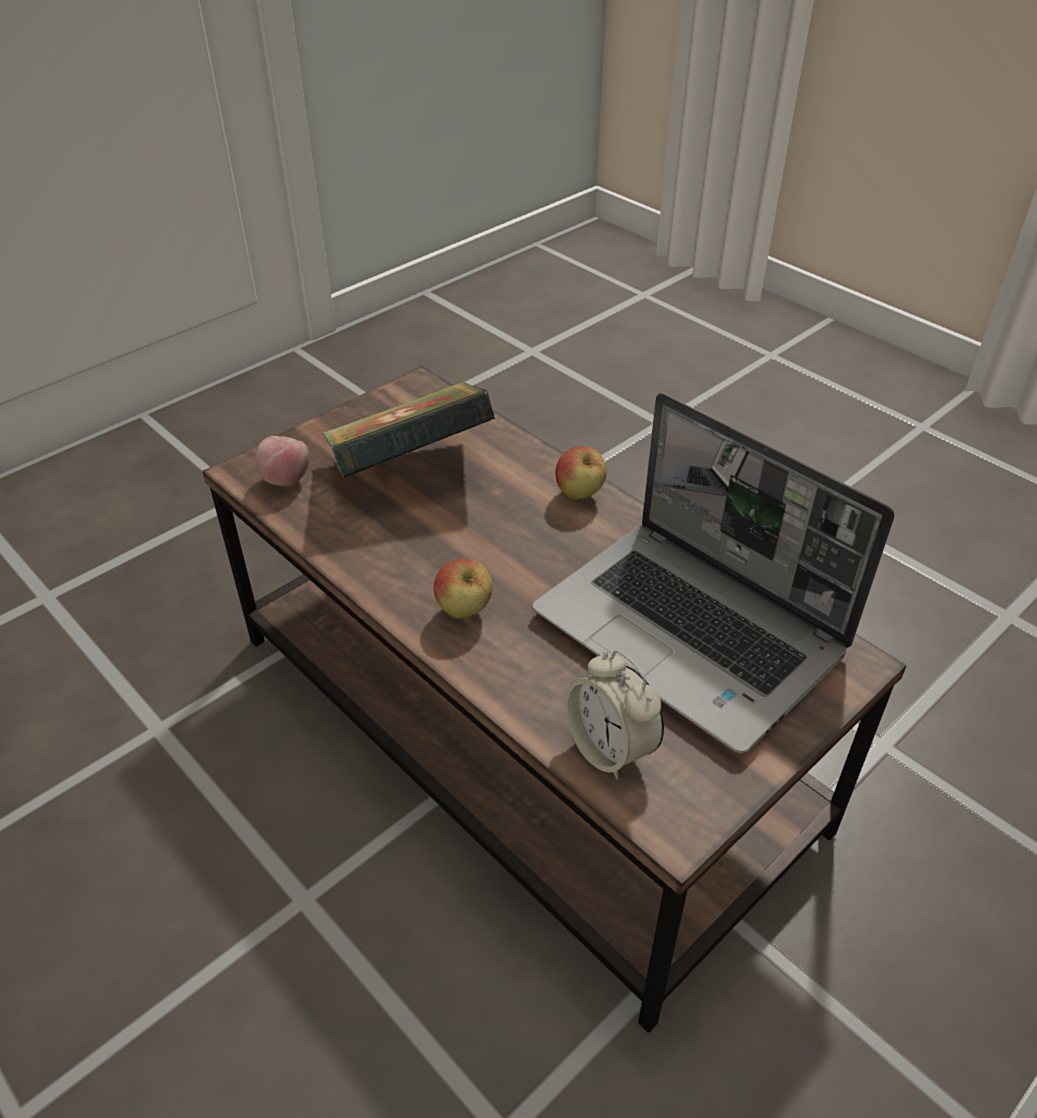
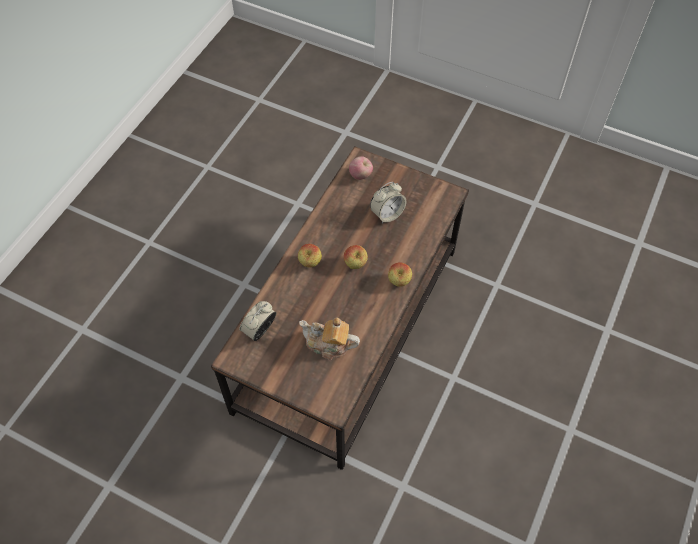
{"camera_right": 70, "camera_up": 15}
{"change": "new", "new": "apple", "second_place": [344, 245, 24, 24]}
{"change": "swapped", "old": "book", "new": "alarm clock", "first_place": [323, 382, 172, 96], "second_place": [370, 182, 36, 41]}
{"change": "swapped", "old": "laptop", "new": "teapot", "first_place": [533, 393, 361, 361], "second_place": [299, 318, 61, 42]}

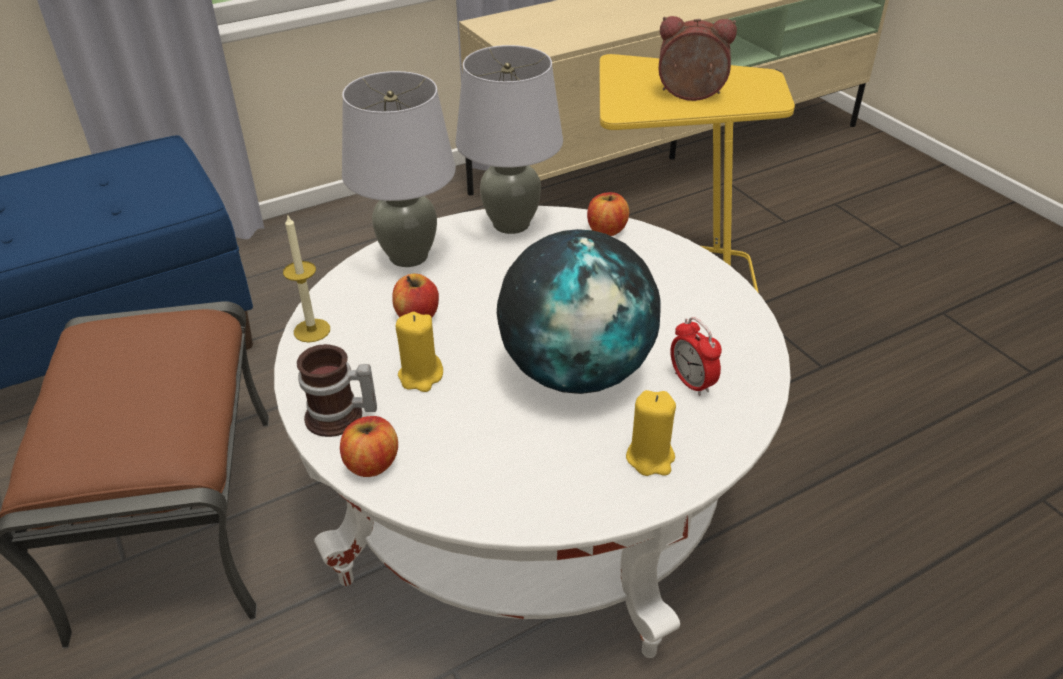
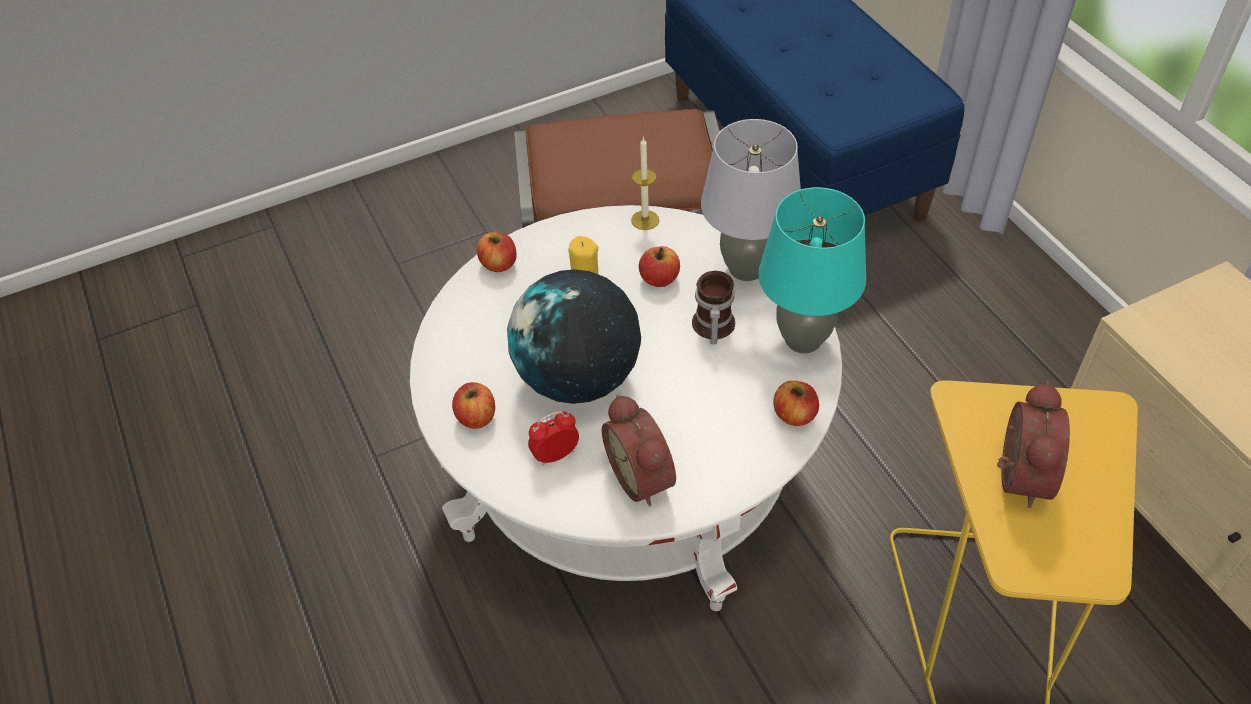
{"camera_right": 95, "camera_up": 10}
{"change": "new", "new": "alarm clock", "second_place": [602, 394, 74, 112]}
{"change": "shifted", "old": "mug", "first_place": [297, 344, 80, 93], "second_place": [692, 271, 43, 73]}
{"change": "swapped", "old": "candle/yellow", "new": "apple", "first_place": [626, 390, 50, 86], "second_place": [452, 382, 43, 47]}
{"change": "repainted", "old": "table lamp/grey", "new": "table lamp/turquoise", "first_place": [455, 45, 108, 189], "second_place": [758, 187, 108, 166]}

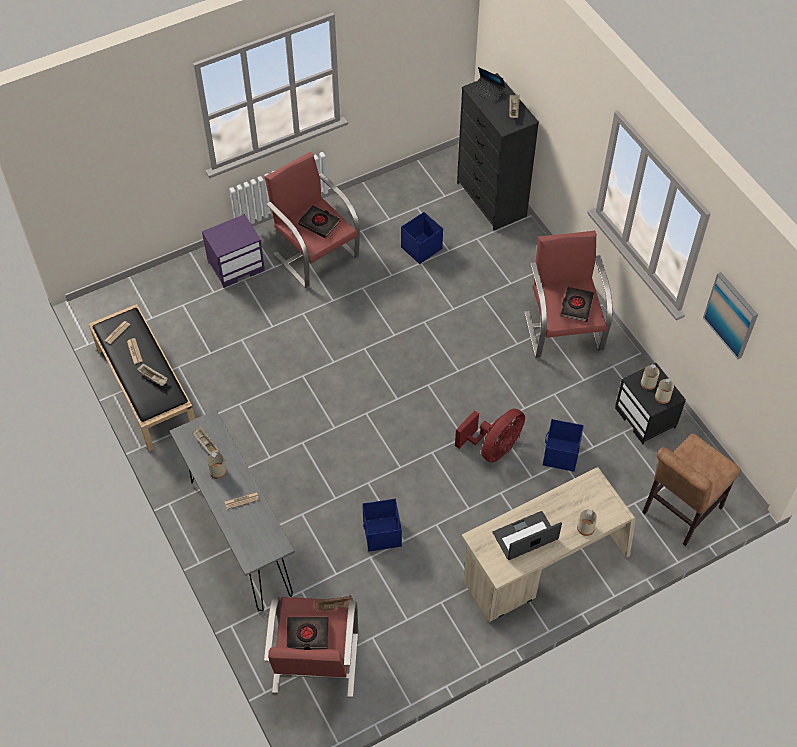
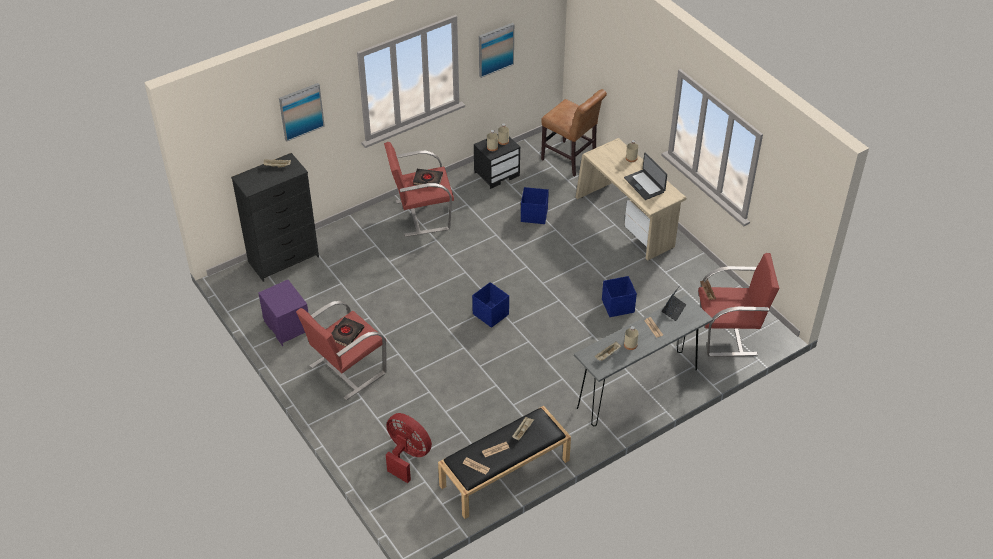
{"camera_right": -95, "camera_up": -10}
{"change": "gone", "old": "book/black", "first_place": [287, 617, 41, 33]}
{"change": "new", "new": "picture", "second_place": [279, 83, 46, 59]}
{"change": "shifted", "old": "nightstand/purple", "first_place": [202, 214, 63, 74], "second_place": [258, 280, 50, 66]}
{"change": "shifted", "old": "storage box/blue", "first_place": [401, 212, 42, 52], "second_place": [472, 282, 37, 46]}
{"change": "shifted", "old": "fan/red", "first_place": [455, 408, 70, 55], "second_place": [386, 413, 46, 70]}
{"change": "shifted", "old": "laptop", "first_place": [471, 67, 34, 36], "second_place": [662, 287, 24, 34]}

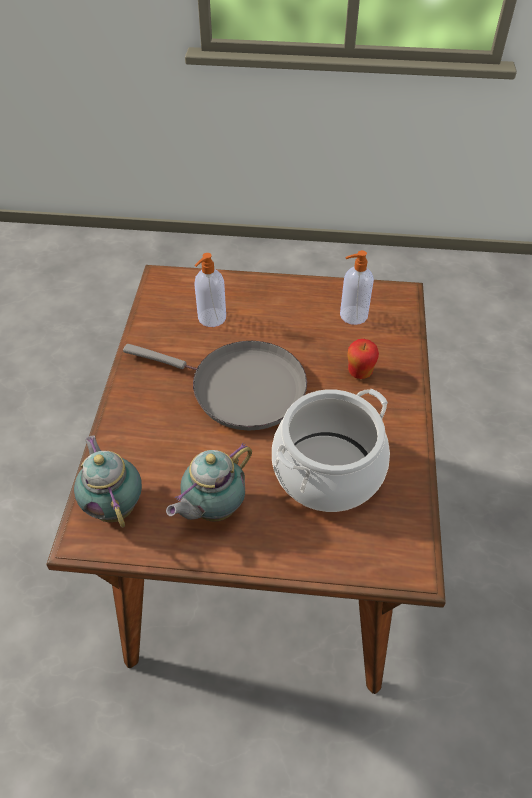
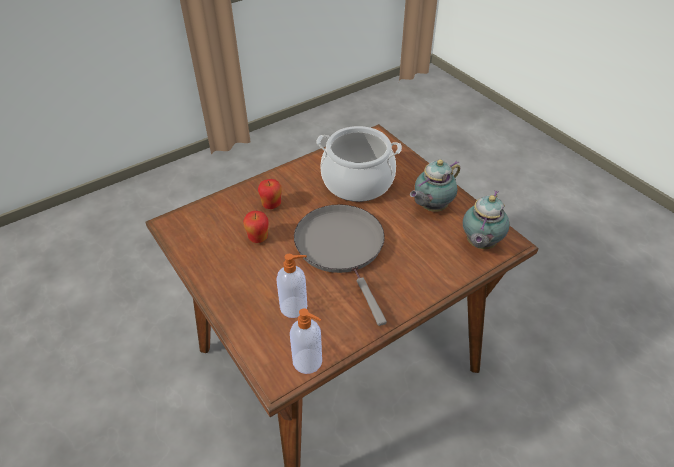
{"camera_right": -130, "camera_up": -5}
{"change": "new", "new": "apple", "second_place": [243, 211, 25, 32]}
{"change": "shifted", "old": "soap dispenser", "first_place": [340, 250, 34, 75], "second_place": [290, 308, 32, 66]}
{"change": "rotated", "old": "teapot", "first_place": [166, 443, 86, 79], "second_place": [410, 160, 50, 52], "degrees": 135}

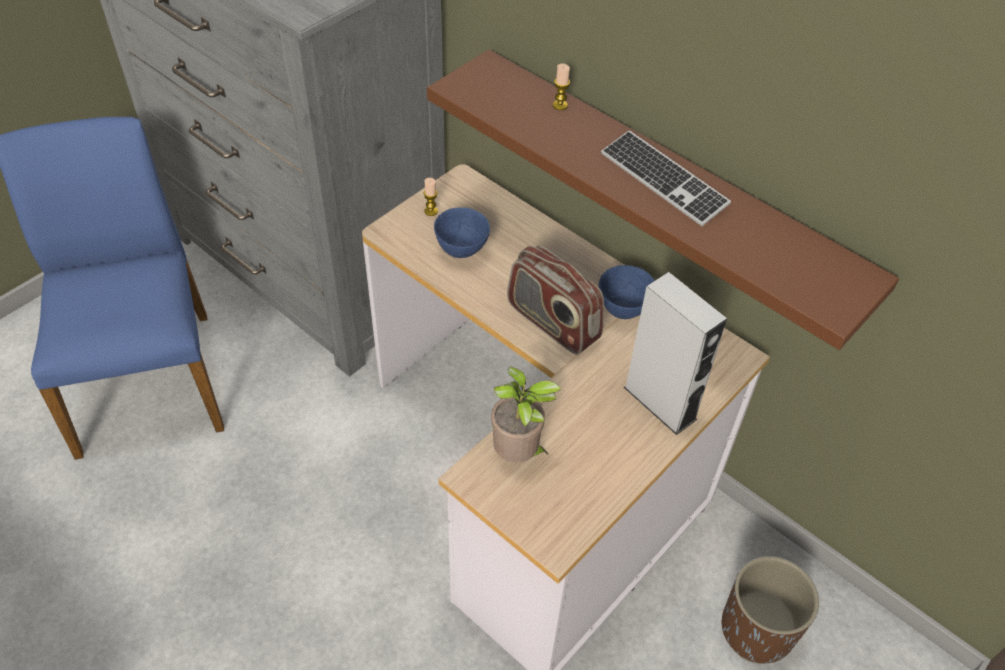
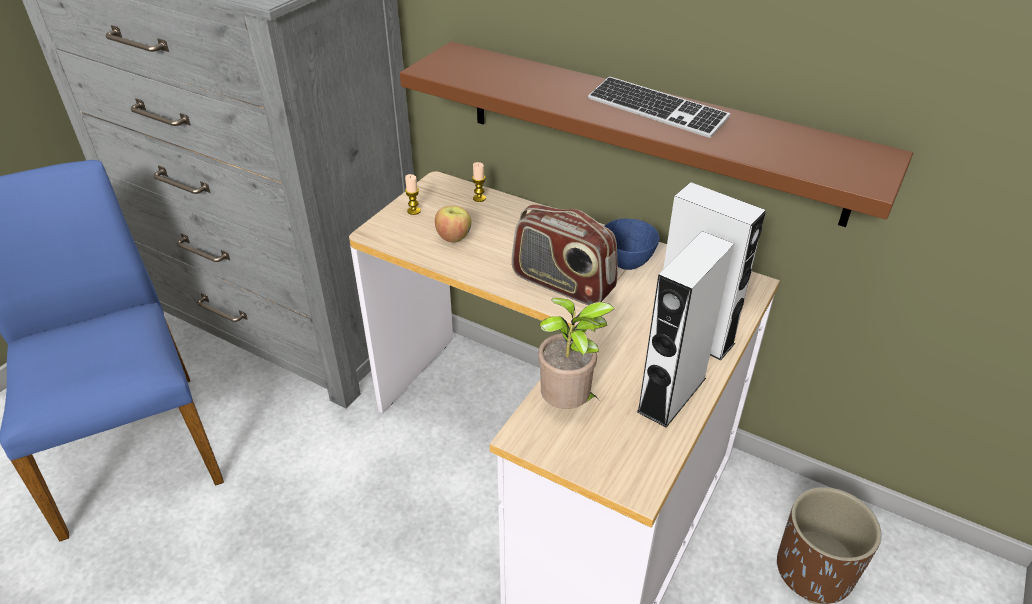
{"camera_right": -10, "camera_up": -10}
{"change": "new", "new": "speaker/grey", "second_place": [637, 231, 97, 197]}
{"change": "shifted", "old": "candle", "first_place": [553, 64, 17, 46], "second_place": [472, 162, 14, 40]}
{"change": "swapped", "old": "bowl/blue", "new": "apple", "first_place": [434, 207, 56, 51], "second_place": [435, 206, 36, 36]}

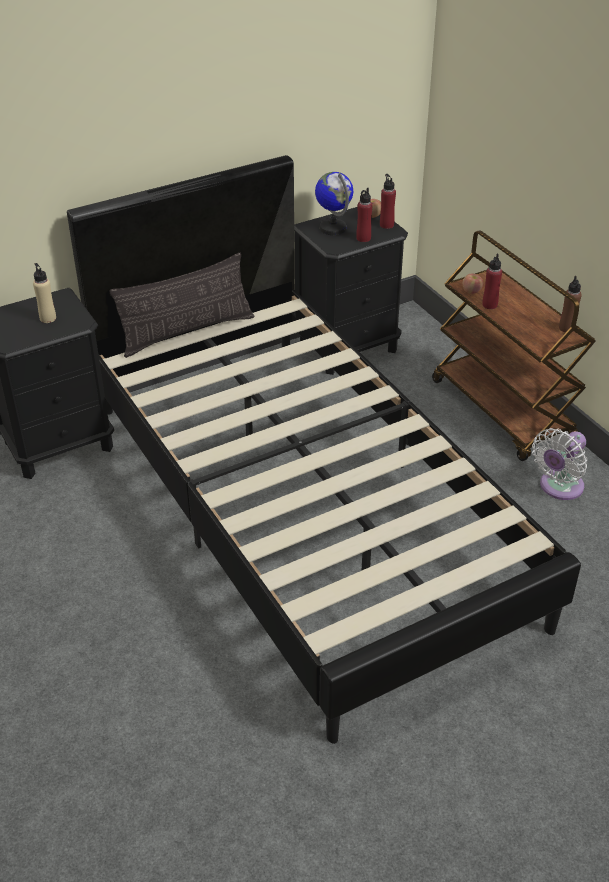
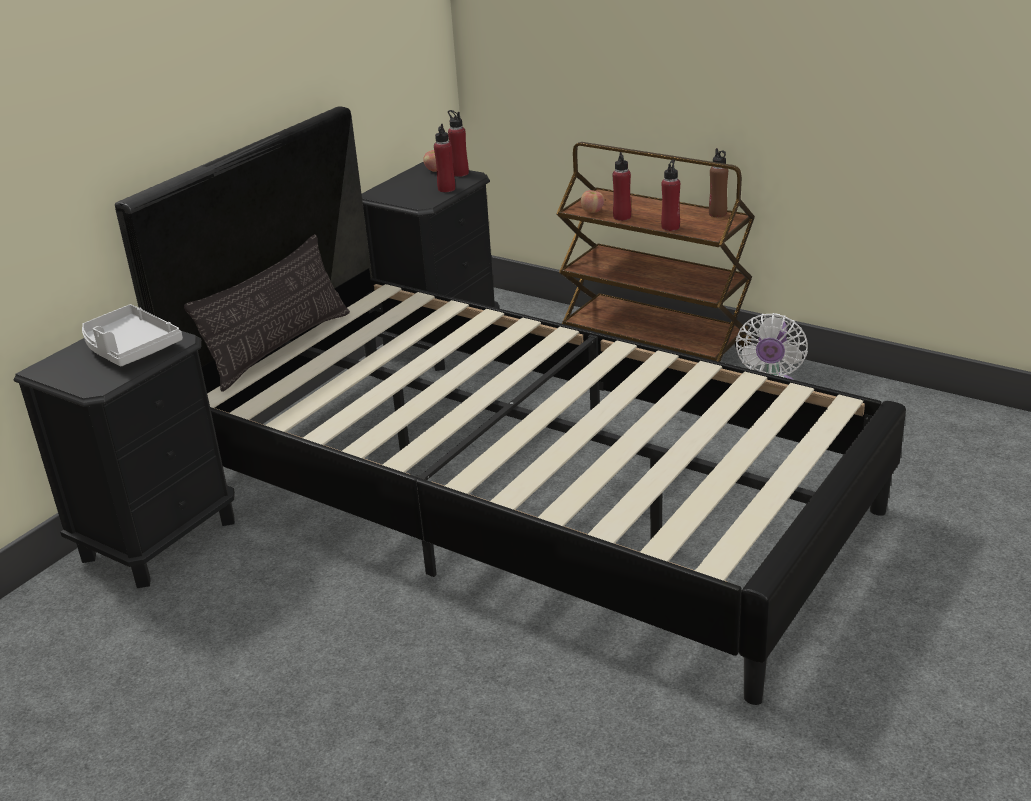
{"camera_right": -25, "camera_up": -10}
{"change": "gone", "old": "globe", "first_place": [315, 172, 38, 63]}
{"change": "new", "new": "bottle/red", "second_place": [661, 159, 19, 72]}
{"change": "swapped", "old": "bottle/beige", "new": "tray/grey", "first_place": [33, 263, 23, 60], "second_place": [82, 304, 101, 62]}

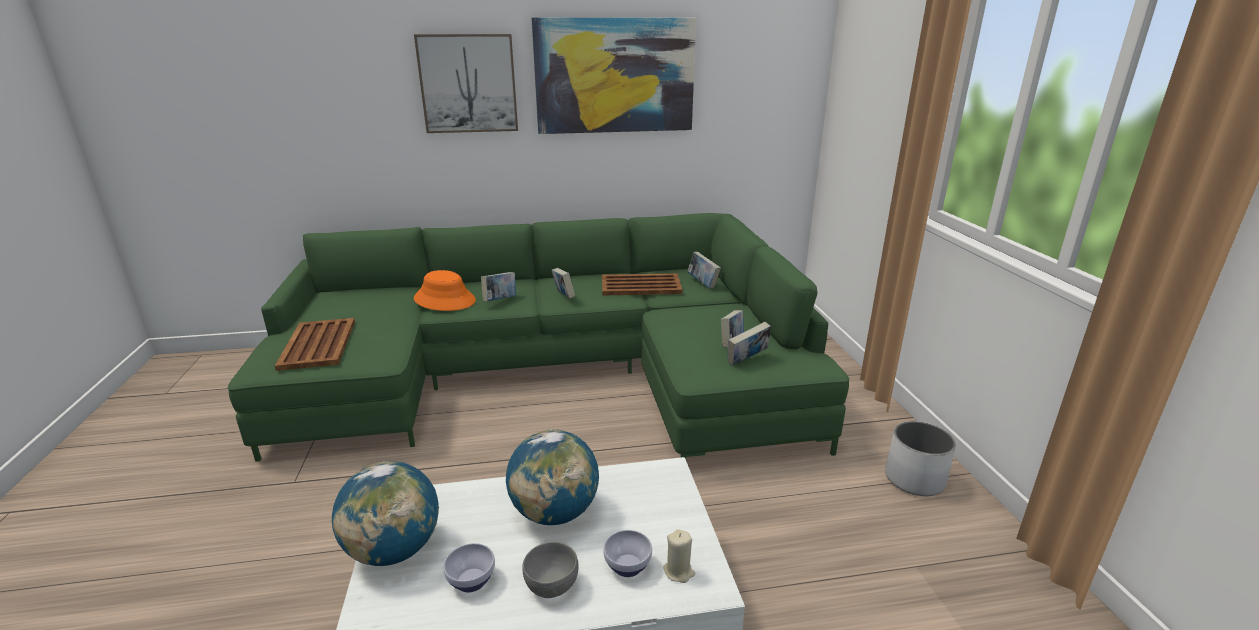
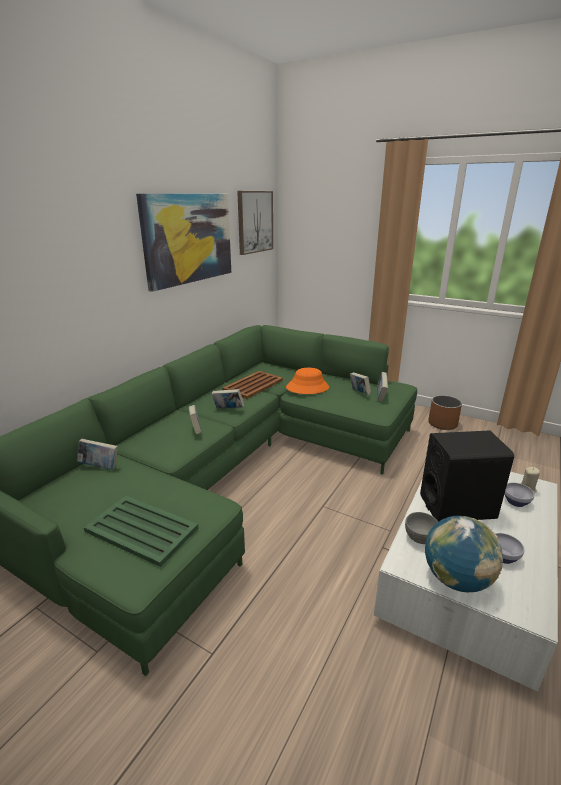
{"camera_right": -50, "camera_up": 0}
{"change": "shifted", "old": "picture", "first_place": [414, 34, 104, 99], "second_place": [237, 191, 36, 64]}
{"change": "shifted", "old": "hat/orange", "first_place": [414, 270, 62, 41], "second_place": [286, 368, 43, 26]}
{"change": "shifted", "old": "bowl/grey", "first_place": [522, 542, 57, 56], "second_place": [405, 512, 33, 32]}
{"change": "shifted", "old": "book", "first_place": [687, 252, 34, 37], "second_place": [77, 439, 41, 31]}
{"change": "swapped", "old": "globe", "new": "speaker/black", "first_place": [506, 429, 93, 96], "second_place": [420, 431, 94, 91]}
{"change": "repainted", "old": "tray/brown", "new": "tray/green", "first_place": [275, 318, 80, 53], "second_place": [84, 496, 114, 71]}
{"change": "repainted", "old": "planter/white", "new": "planter/brown", "first_place": [885, 421, 71, 75], "second_place": [428, 395, 34, 35]}

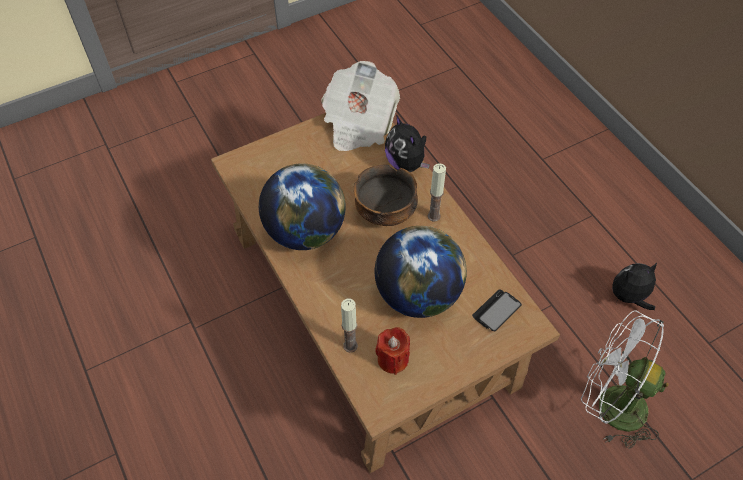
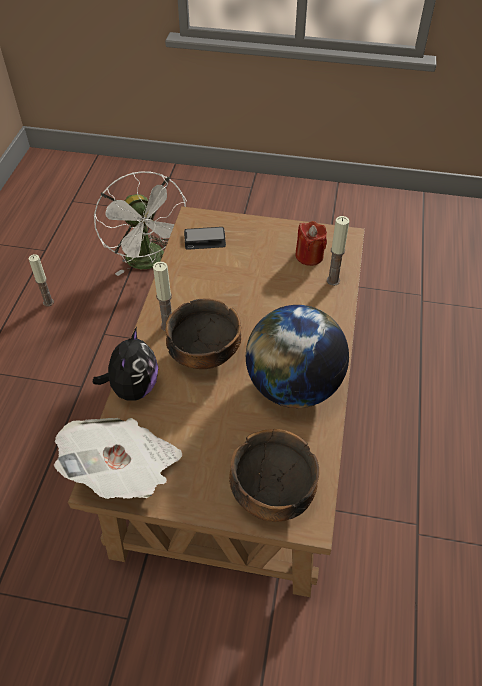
{"camera_right": -140, "camera_up": -5}
{"change": "gone", "old": "globe", "first_place": [375, 226, 92, 92]}
{"change": "new", "new": "bowl", "second_place": [229, 429, 90, 93]}
{"change": "swapped", "old": "plush toy", "new": "candle", "first_place": [612, 263, 45, 47], "second_place": [29, 254, 25, 53]}

